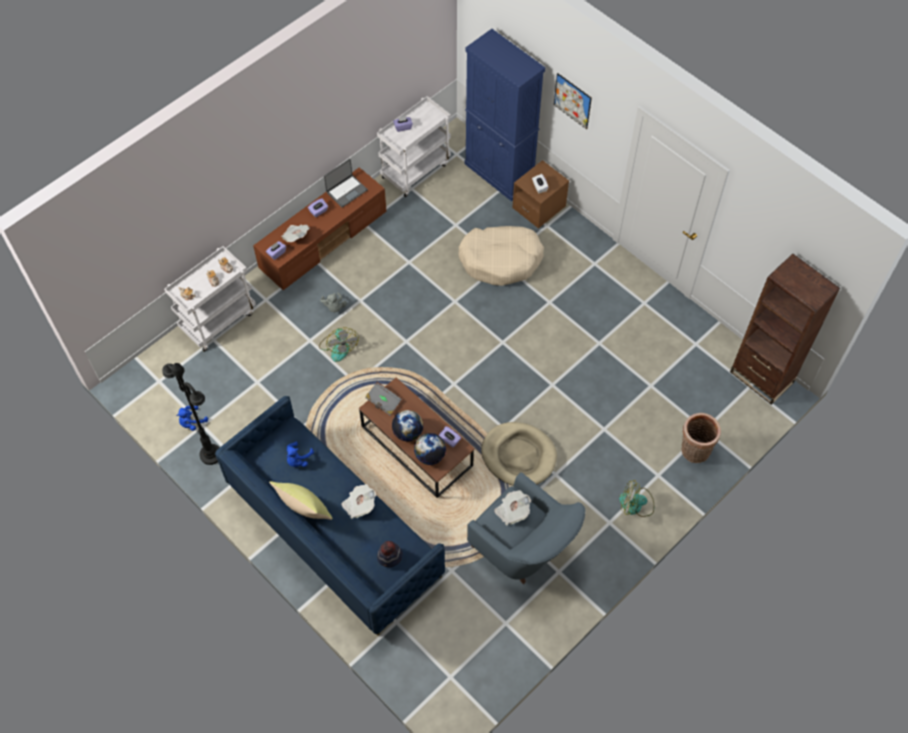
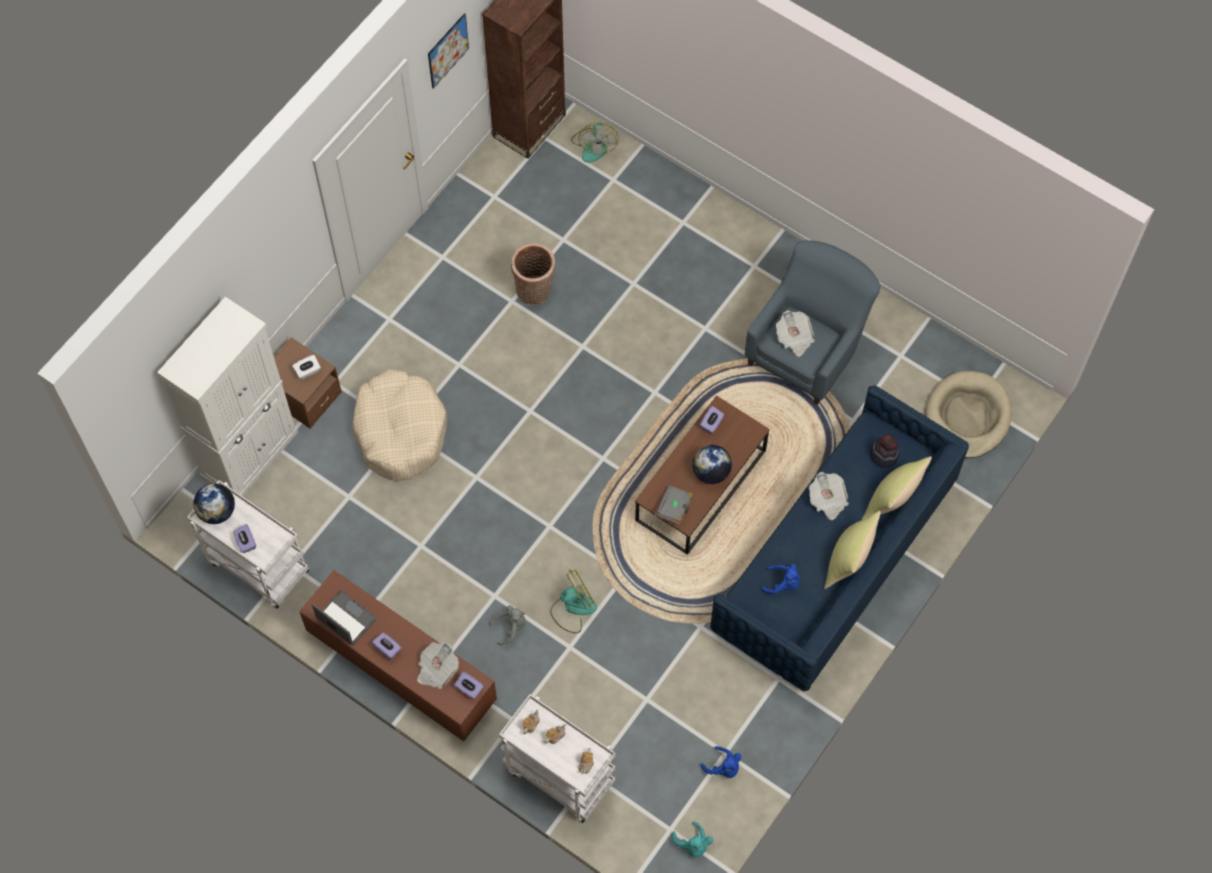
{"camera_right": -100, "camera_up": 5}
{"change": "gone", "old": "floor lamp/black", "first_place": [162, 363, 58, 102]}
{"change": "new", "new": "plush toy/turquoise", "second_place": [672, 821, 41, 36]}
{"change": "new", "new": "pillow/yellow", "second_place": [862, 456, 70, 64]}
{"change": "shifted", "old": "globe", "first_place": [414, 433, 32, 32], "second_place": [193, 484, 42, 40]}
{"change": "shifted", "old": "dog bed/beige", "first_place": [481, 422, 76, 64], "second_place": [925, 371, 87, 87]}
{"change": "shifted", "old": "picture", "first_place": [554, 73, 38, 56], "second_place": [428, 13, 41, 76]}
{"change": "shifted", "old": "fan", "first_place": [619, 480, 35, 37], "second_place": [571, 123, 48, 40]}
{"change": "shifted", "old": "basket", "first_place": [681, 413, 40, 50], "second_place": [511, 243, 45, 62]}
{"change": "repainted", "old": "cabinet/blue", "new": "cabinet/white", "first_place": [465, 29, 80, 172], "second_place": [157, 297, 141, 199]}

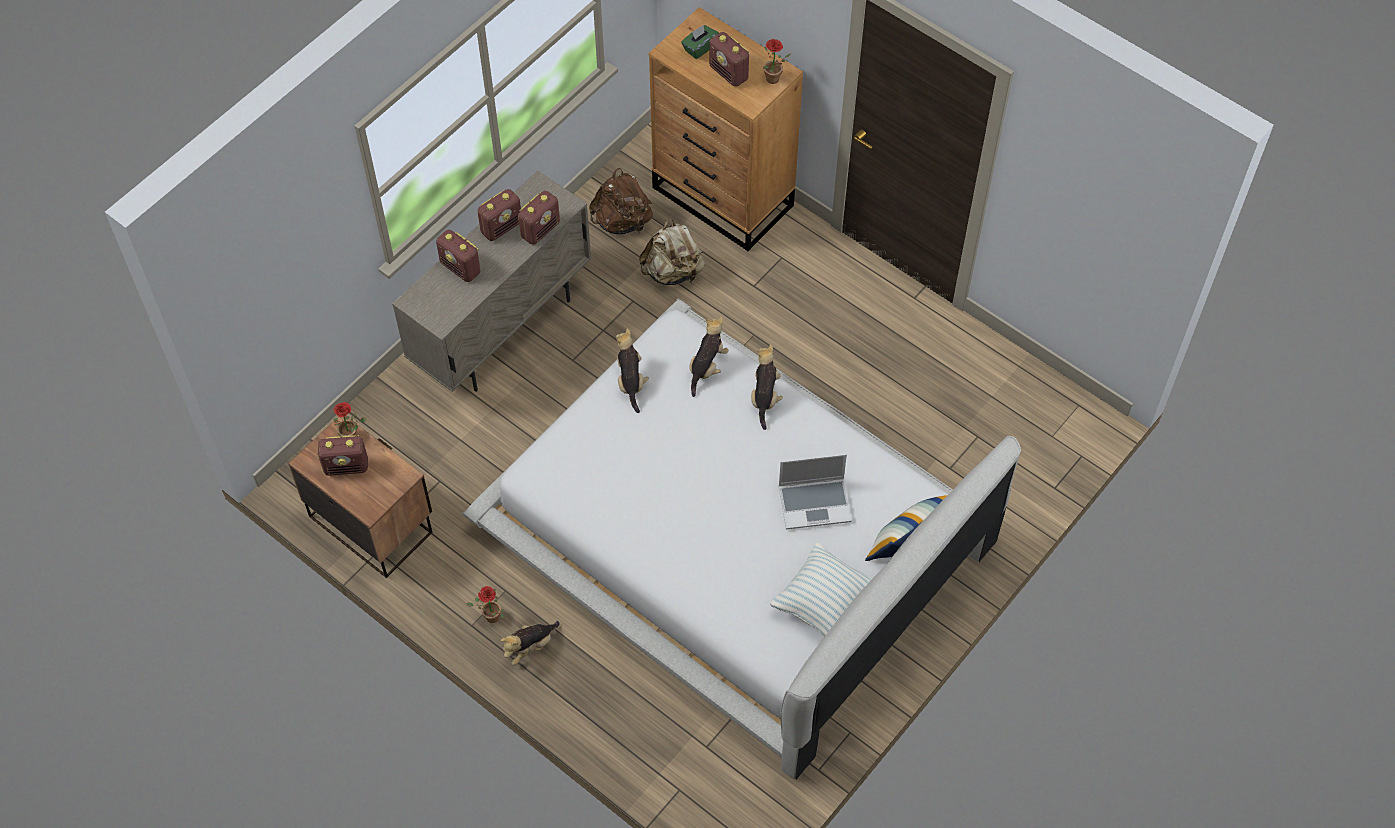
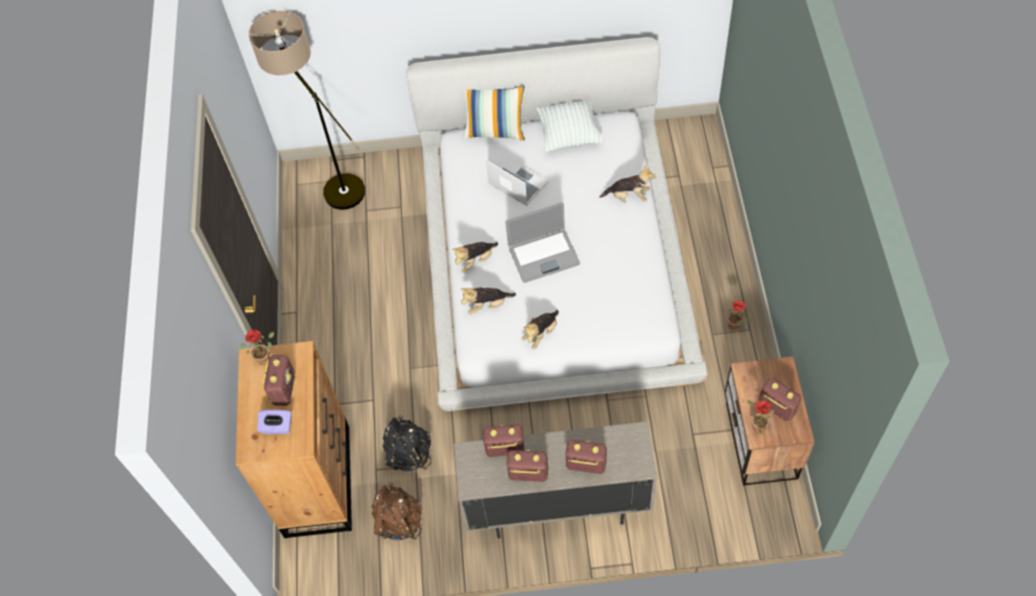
{"camera_right": -130, "camera_up": 0}
{"change": "new", "new": "floor lamp", "second_place": [249, 11, 116, 199]}
{"change": "new", "new": "laptop", "second_place": [505, 202, 75, 81]}
{"change": "shifted", "old": "plush toy", "first_place": [501, 621, 59, 45], "second_place": [600, 165, 56, 38]}
{"change": "repainted", "old": "backpack/beige", "new": "backpack/black", "first_place": [639, 218, 66, 67], "second_place": [383, 415, 49, 56]}
{"change": "repainted", "old": "tissue box/green", "new": "tissue box/purple", "first_place": [681, 25, 38, 34], "second_place": [257, 410, 35, 24]}
{"change": "rotated", "old": "radio", "first_place": [436, 230, 44, 52], "second_place": [566, 440, 41, 34], "degrees": -75}

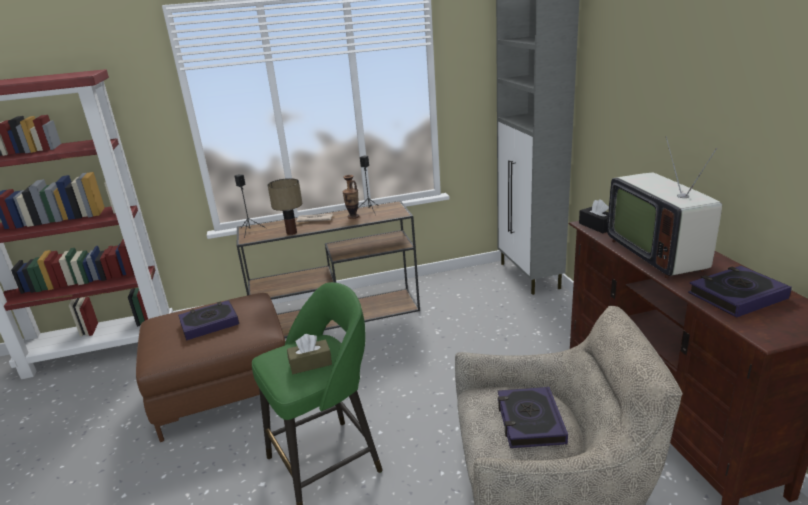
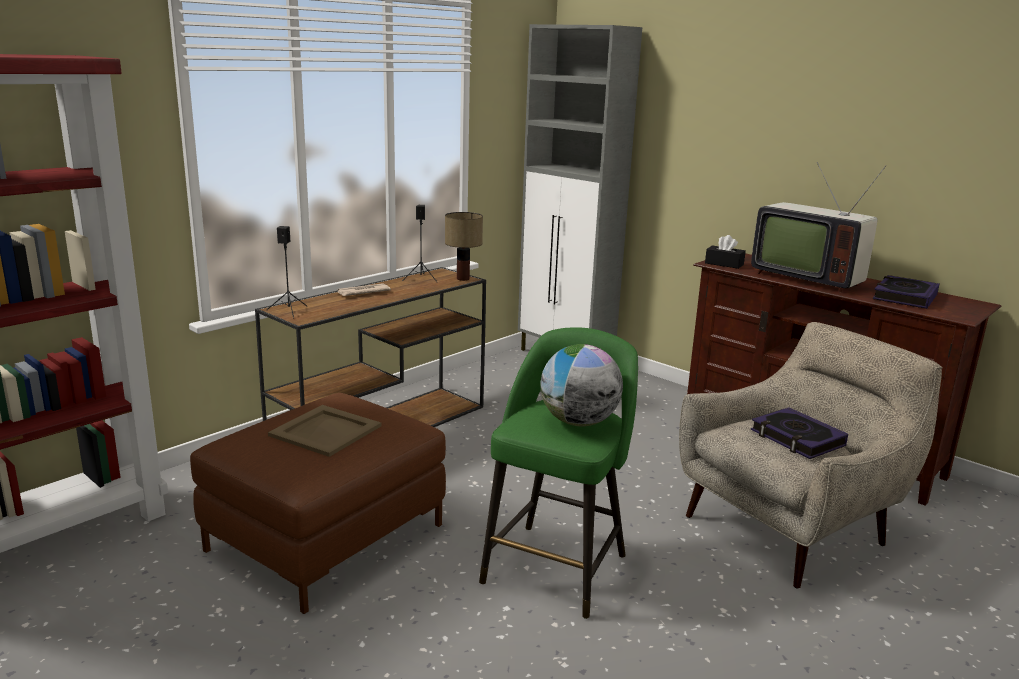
{"camera_right": -35, "camera_up": -5}
{"change": "gone", "old": "vase", "first_place": [343, 175, 16, 44]}
{"change": "shifted", "old": "table lamp", "first_place": [268, 178, 35, 57], "second_place": [445, 212, 38, 69]}
{"change": "swapped", "old": "book", "new": "tray/beige", "first_place": [178, 300, 61, 40], "second_place": [268, 405, 113, 52]}
{"change": "swapped", "old": "tissue box/brown", "new": "globe", "first_place": [287, 334, 45, 40], "second_place": [540, 344, 83, 82]}

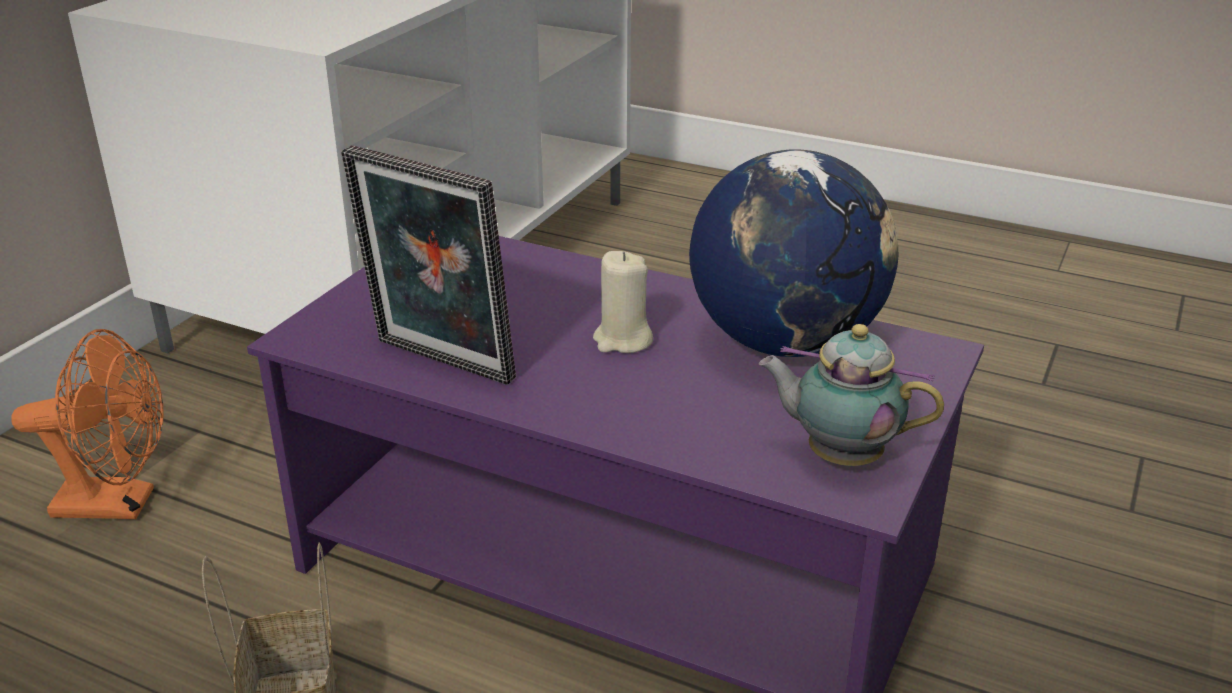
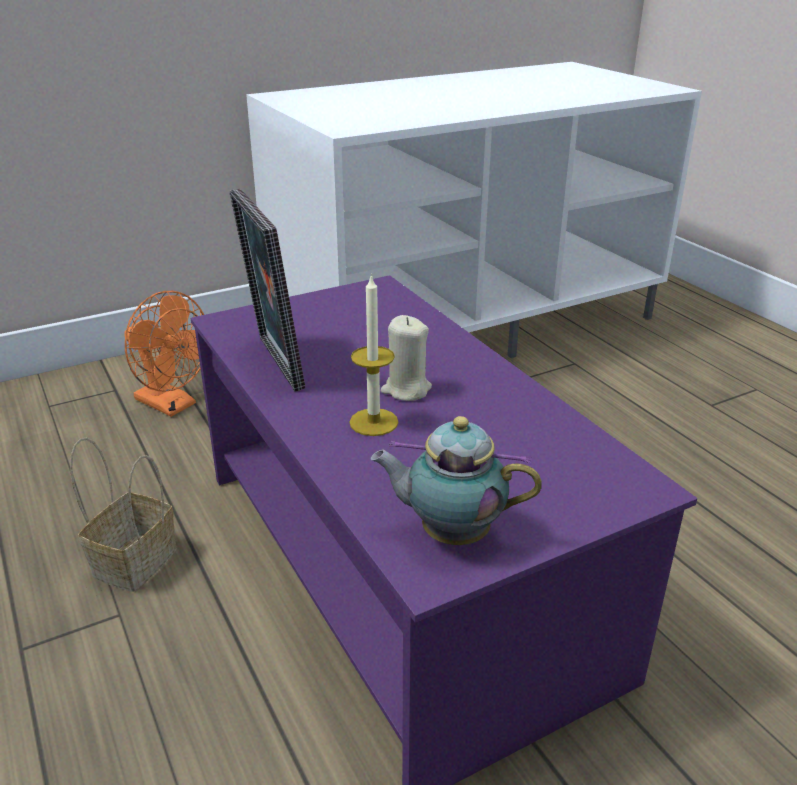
{"camera_right": 35, "camera_up": 0}
{"change": "gone", "old": "globe", "first_place": [689, 149, 210, 208]}
{"change": "new", "new": "candle", "second_place": [349, 274, 50, 162]}
{"change": "rotated", "old": "teapot", "first_place": [759, 324, 185, 142], "second_place": [371, 416, 171, 129], "degrees": -45}

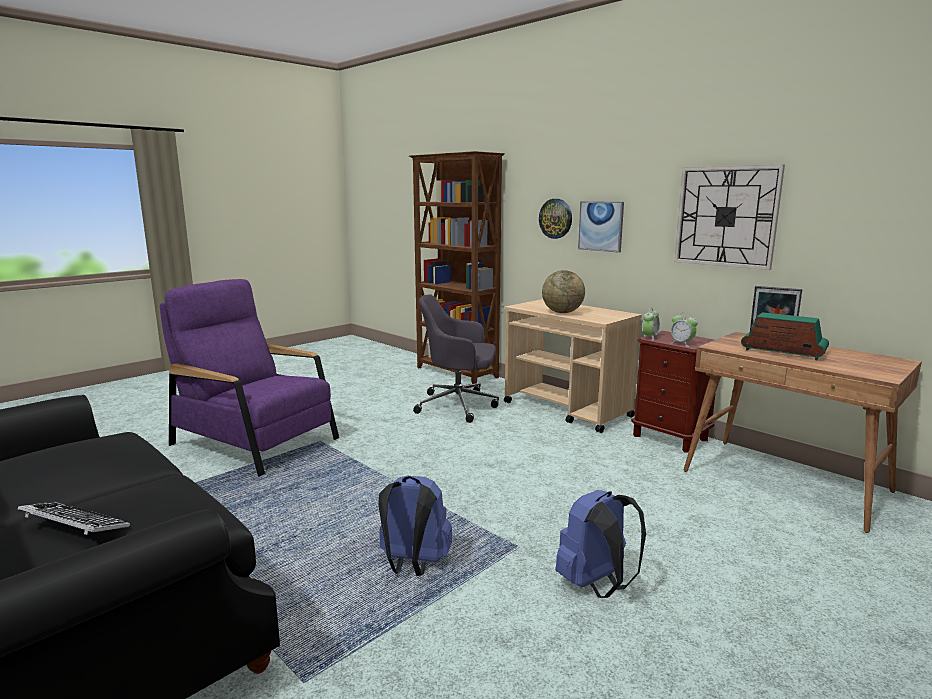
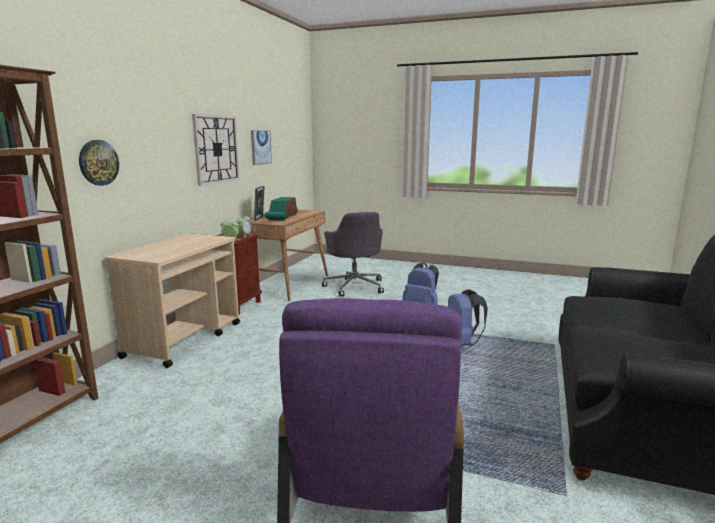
{"camera_right": -115, "camera_up": 0}
{"change": "gone", "old": "keyboard", "first_place": [18, 502, 112, 33]}
{"change": "gone", "old": "globe", "first_place": [542, 270, 43, 43]}
{"change": "shifted", "old": "office chair/grey", "first_place": [413, 294, 86, 129], "second_place": [322, 212, 62, 85]}
{"change": "shifted", "old": "picture", "first_place": [578, 201, 46, 52], "second_place": [251, 130, 21, 35]}

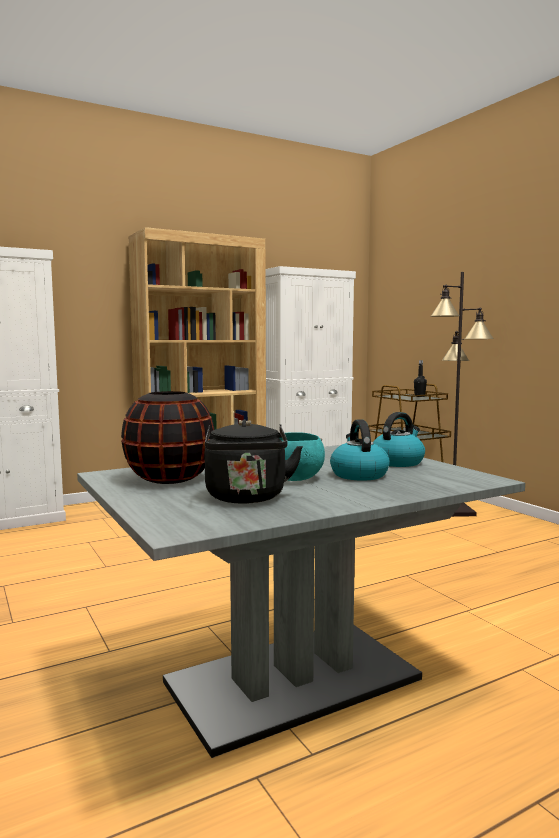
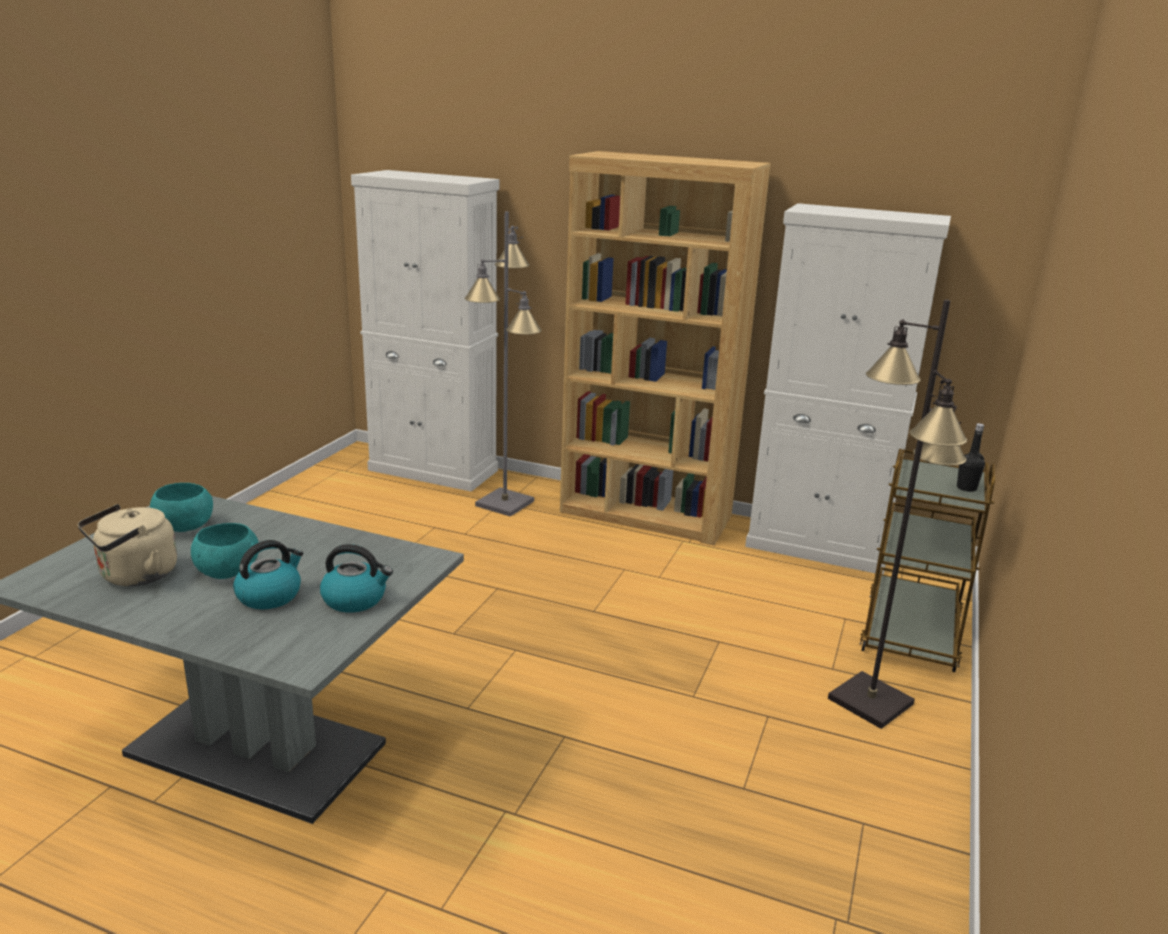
{"camera_right": 50, "camera_up": 15}
{"change": "new", "new": "floor lamp/grey", "second_place": [465, 211, 77, 306]}
{"change": "swapped", "old": "vase/black", "new": "bowl/turquoise", "first_place": [121, 391, 93, 93], "second_place": [150, 483, 63, 49]}
{"change": "repainted", "old": "kettle/black", "new": "kettle/beige", "first_place": [204, 419, 99, 85], "second_place": [77, 504, 100, 82]}

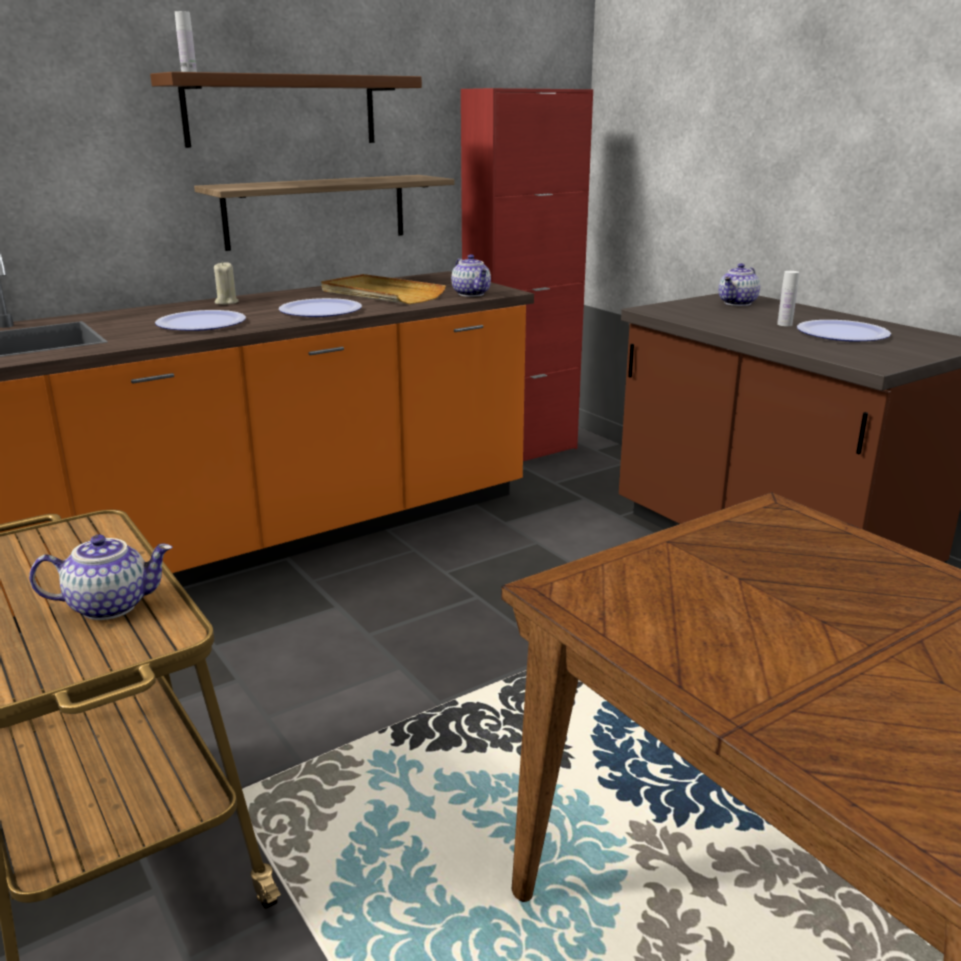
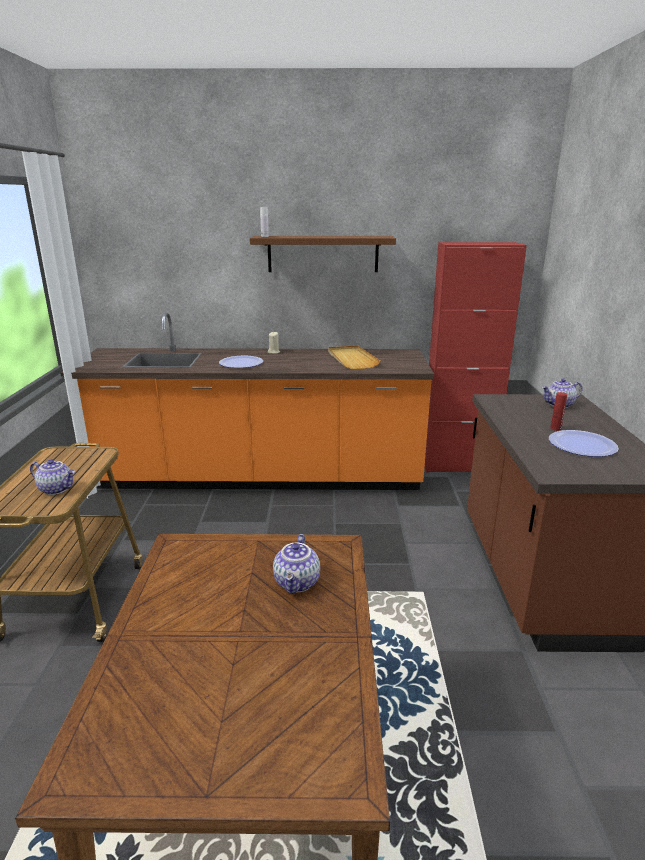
{"camera_right": 35, "camera_up": 0}
{"change": "gone", "old": "shelf", "first_place": [194, 175, 261, 76]}
{"change": "gone", "old": "plate", "first_place": [279, 298, 83, 19]}
{"change": "shifted", "old": "teapot", "first_place": [451, 255, 40, 42], "second_place": [273, 534, 47, 60]}
{"change": "repainted", "old": "bottle/white", "new": "bottle/red", "first_place": [777, 271, 22, 55], "second_place": [551, 392, 16, 39]}

